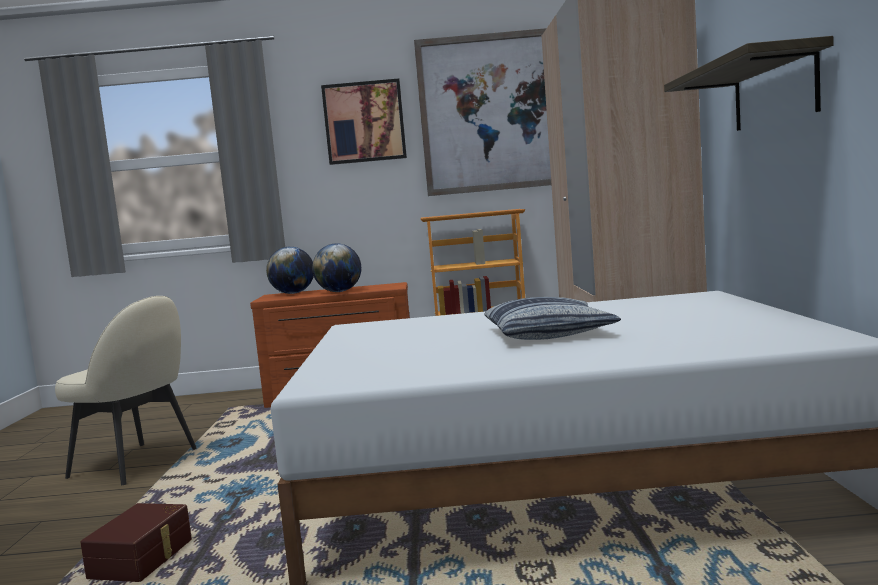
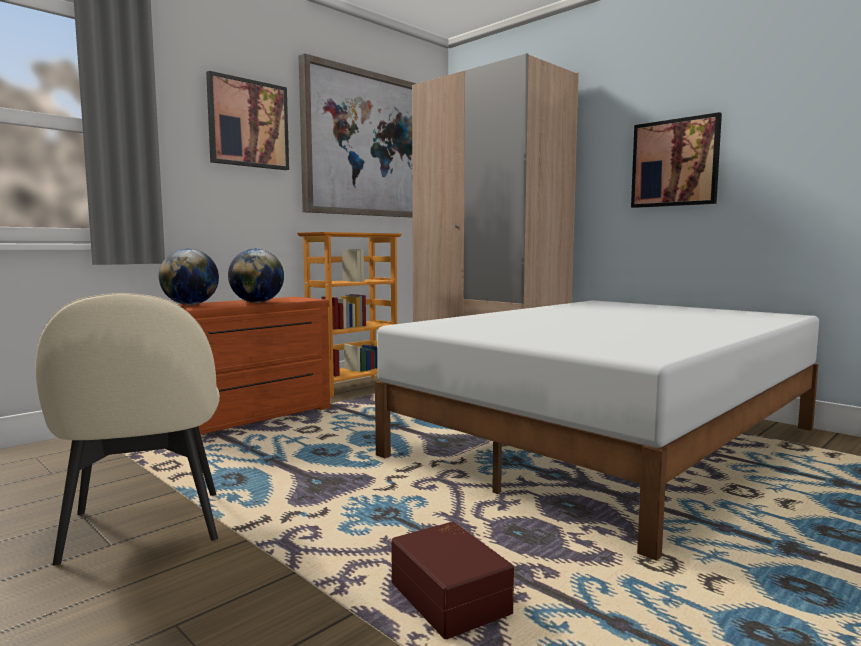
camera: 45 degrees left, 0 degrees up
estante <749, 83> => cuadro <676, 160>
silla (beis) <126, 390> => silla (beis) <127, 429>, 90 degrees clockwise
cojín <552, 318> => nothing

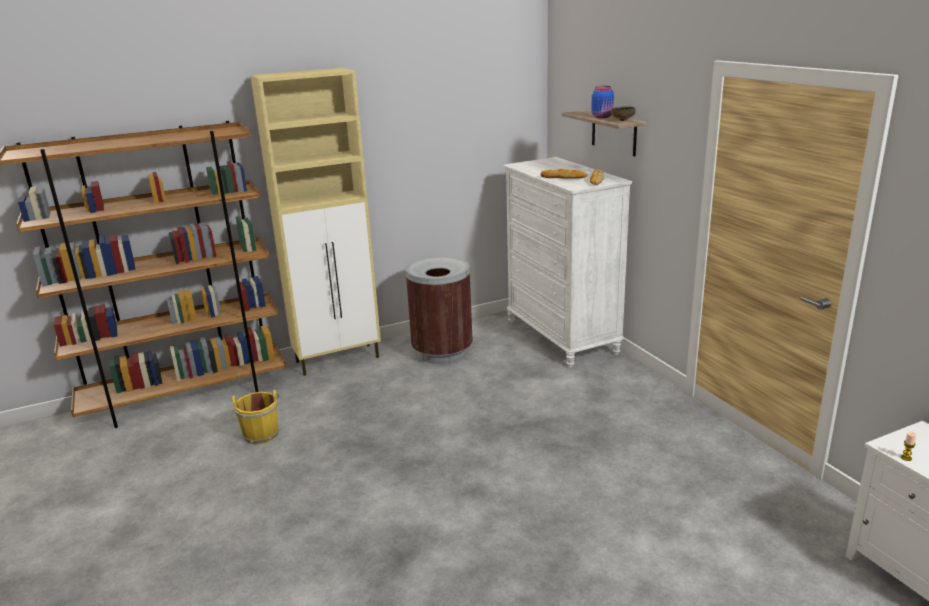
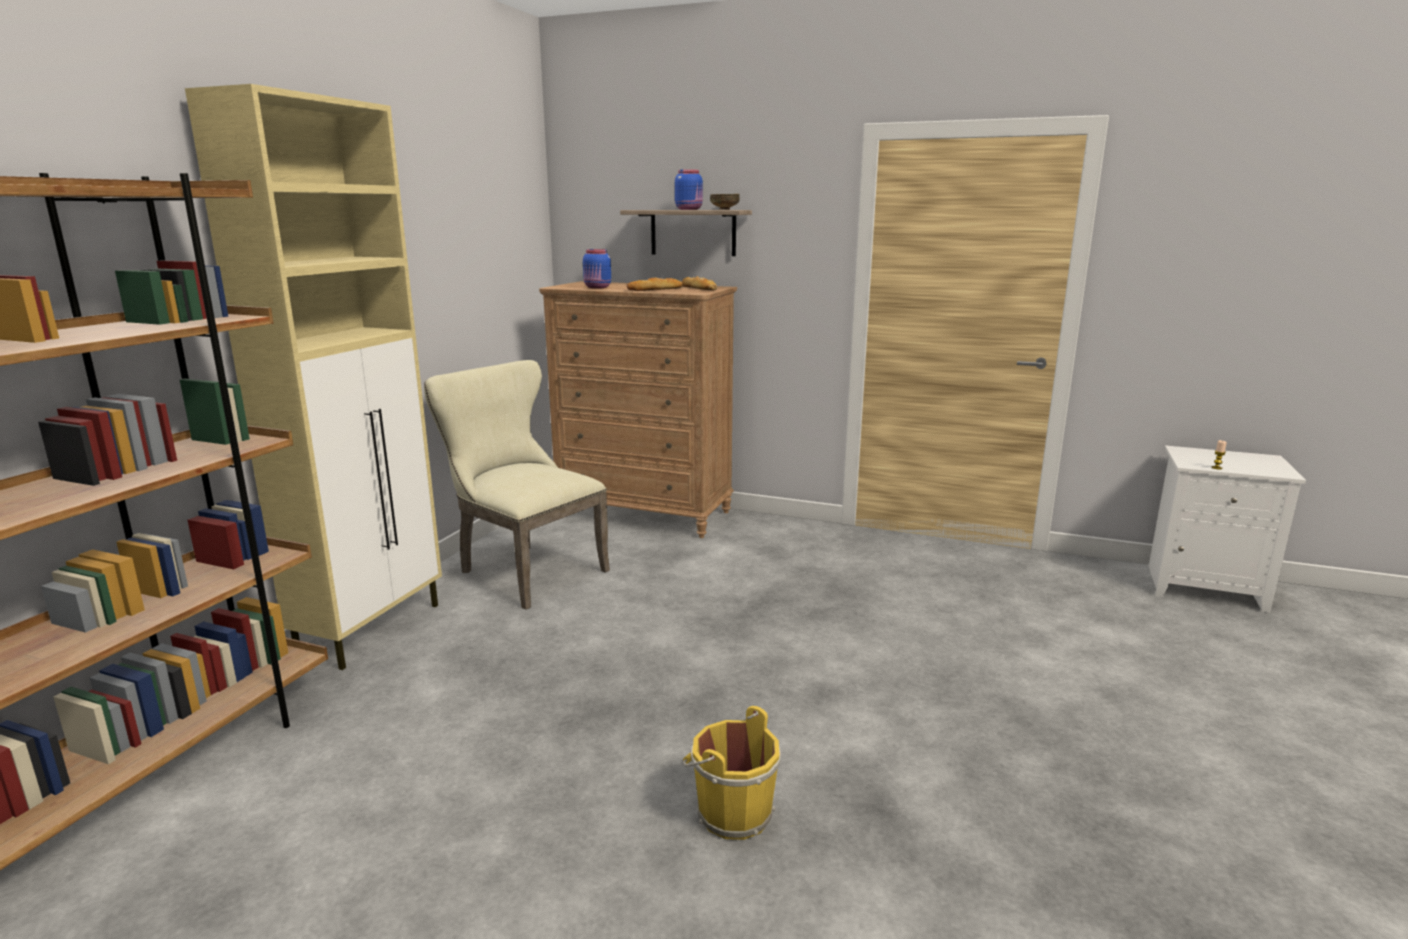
camera: 45 degrees left, 5 degrees down
cómoda (blanco) <567, 262> => cómoda (marrón) <638, 409>
papelera (marrón) <439, 310> => silla (beis) <517, 485>
cubo (amarillo) <255, 417> => cubo (amarillo) <732, 773>, moved
nothing => tarro (azul) <597, 268>

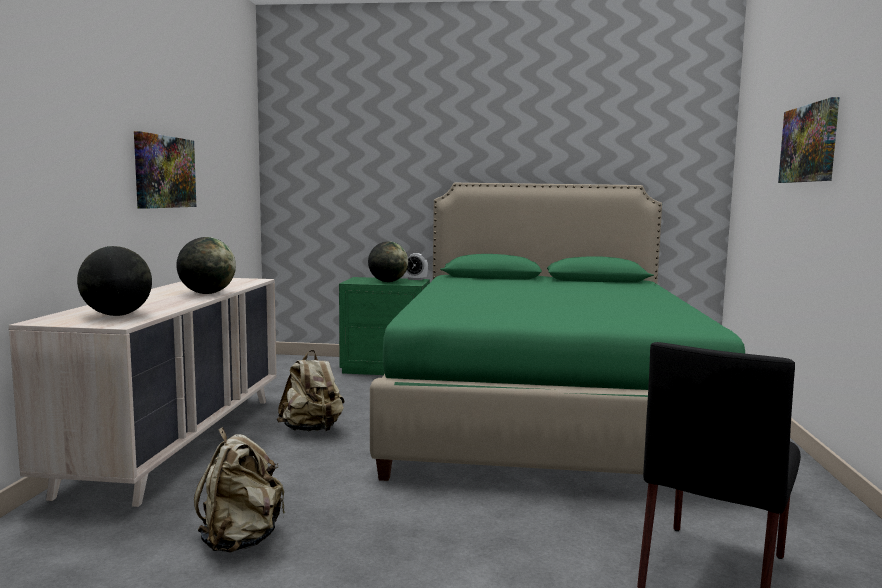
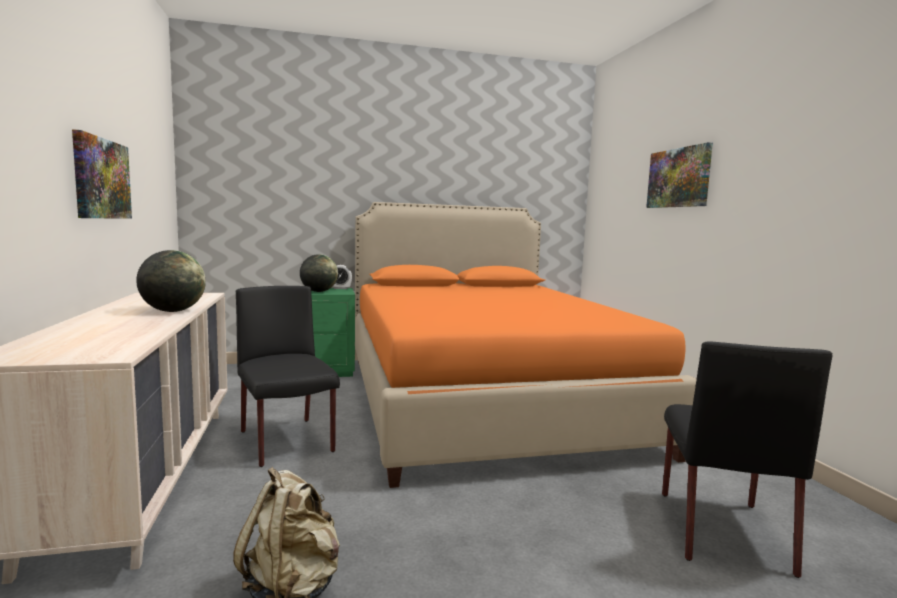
camera: 20 degrees left, 0 degrees up
cama (verde) <557, 332> => cama (naranja) <526, 345>
globo terráqueo <114, 281> => nothing
mochila (beis) <311, 390> => silla (negro) <288, 376>

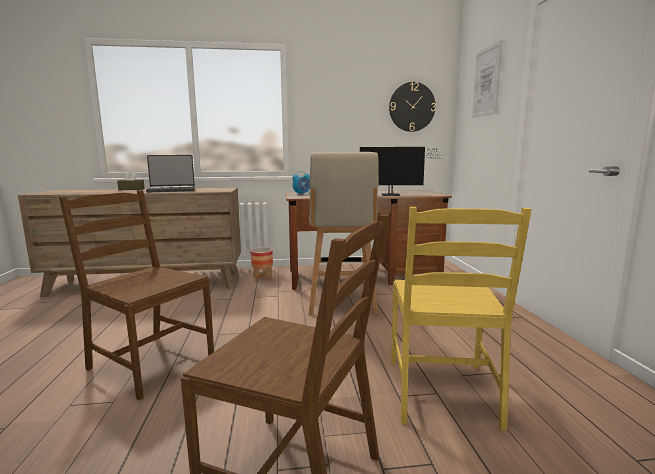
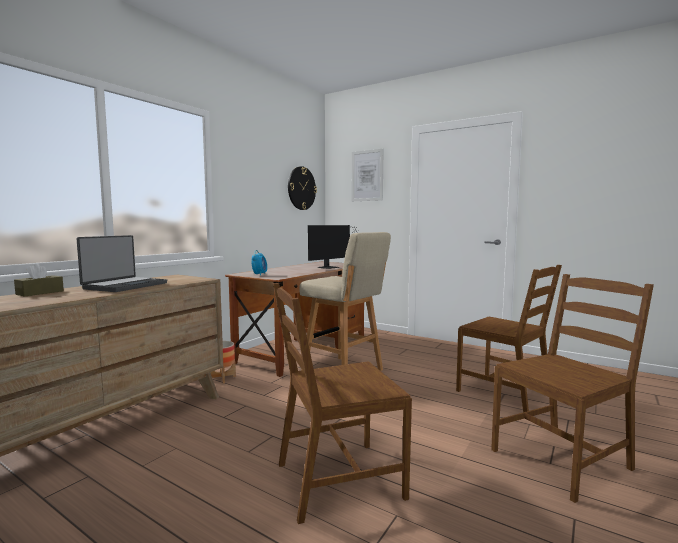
camera: 50 degrees left, 5 degrees down
silla (amarillo) <461, 319> => silla (marrón) <509, 338>

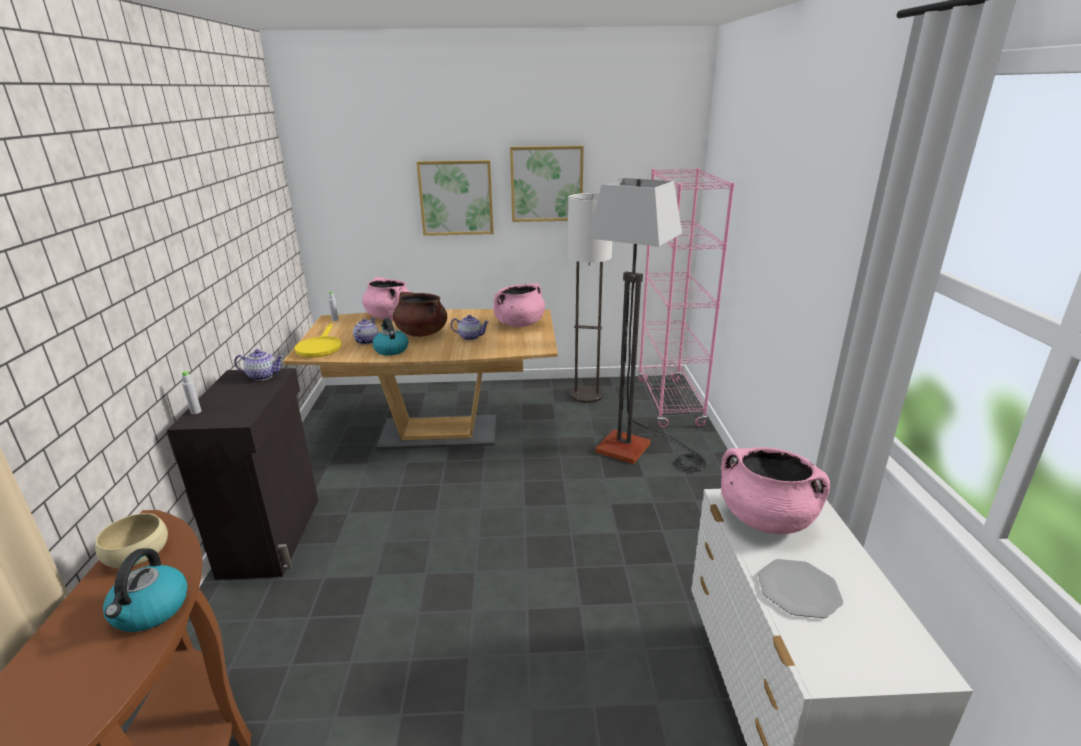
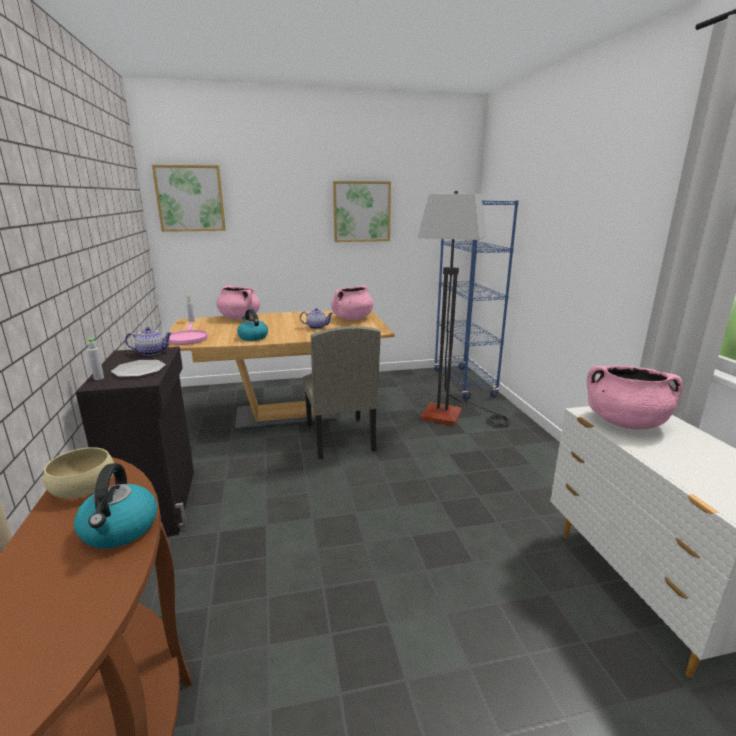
camera: 10 degrees left, 5 degrees down
cuadro <455, 198> => cuadro <189, 198>, moved
estantería (rosa) <686, 298> => estantería (azul) <476, 300>
lámpara de pie <590, 298> => nothing
olla (marrón) <420, 314> => nothing
tetera <365, 331> => nothing
sartén (amarillo) <318, 341> => sartén (rosa) <188, 333>
plato <800, 588> => plato <138, 368>, moved
nothing => silla (beis) <341, 392>

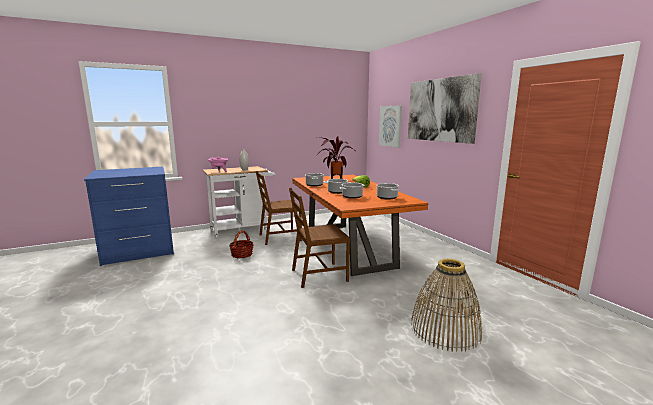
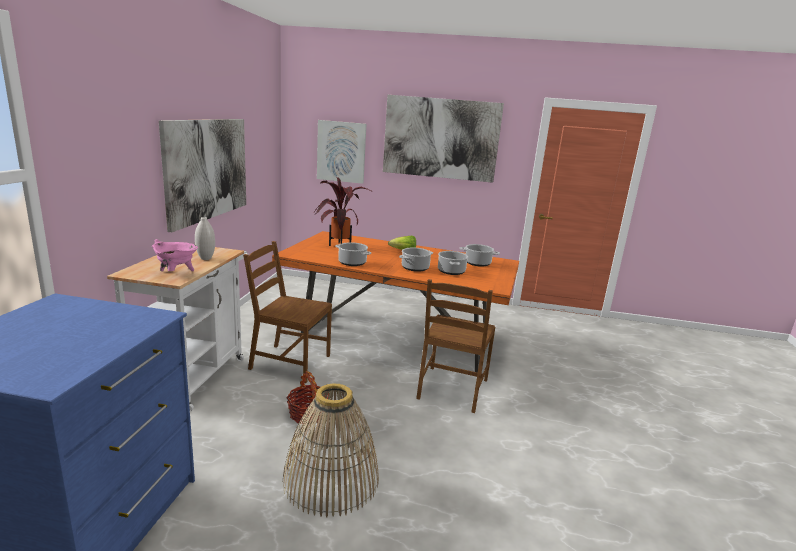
camera: 55 degrees left, 5 degrees up
silla (marrón) <279, 208> => silla (marrón) <287, 312>, 90 degrees clockwise
cesta <446, 305> => cesta <331, 450>, moved
nothing => cuadro <202, 176>

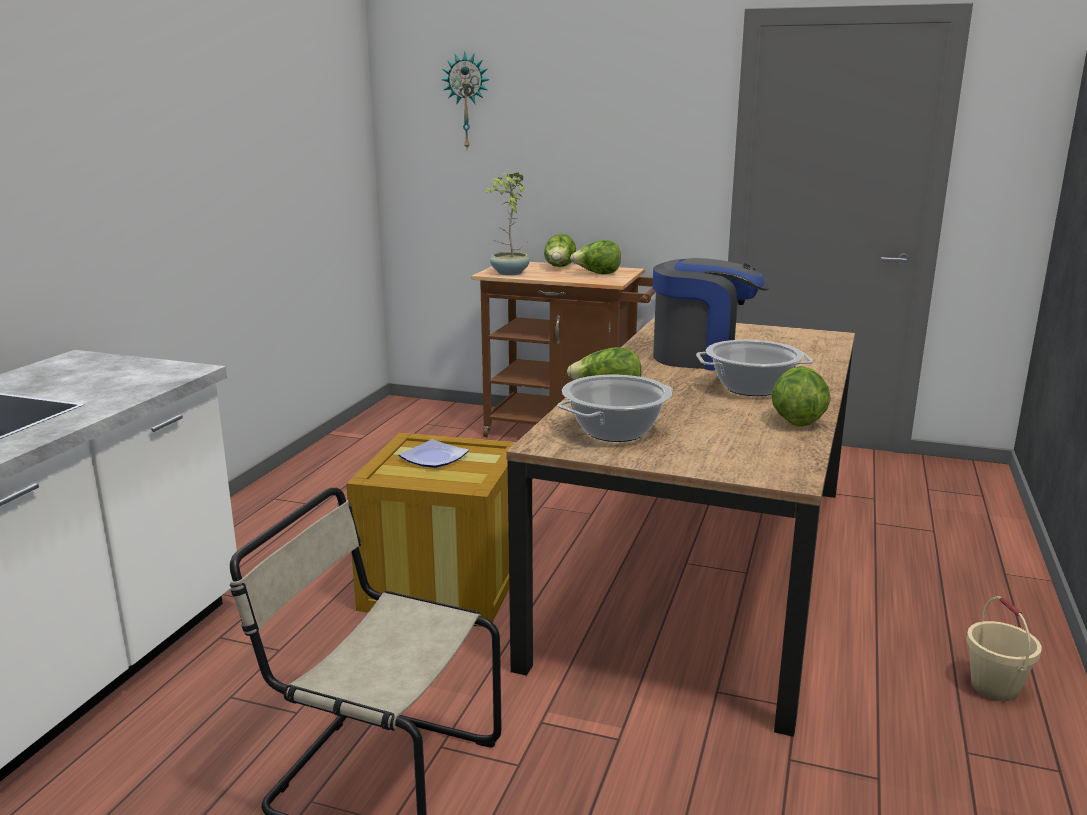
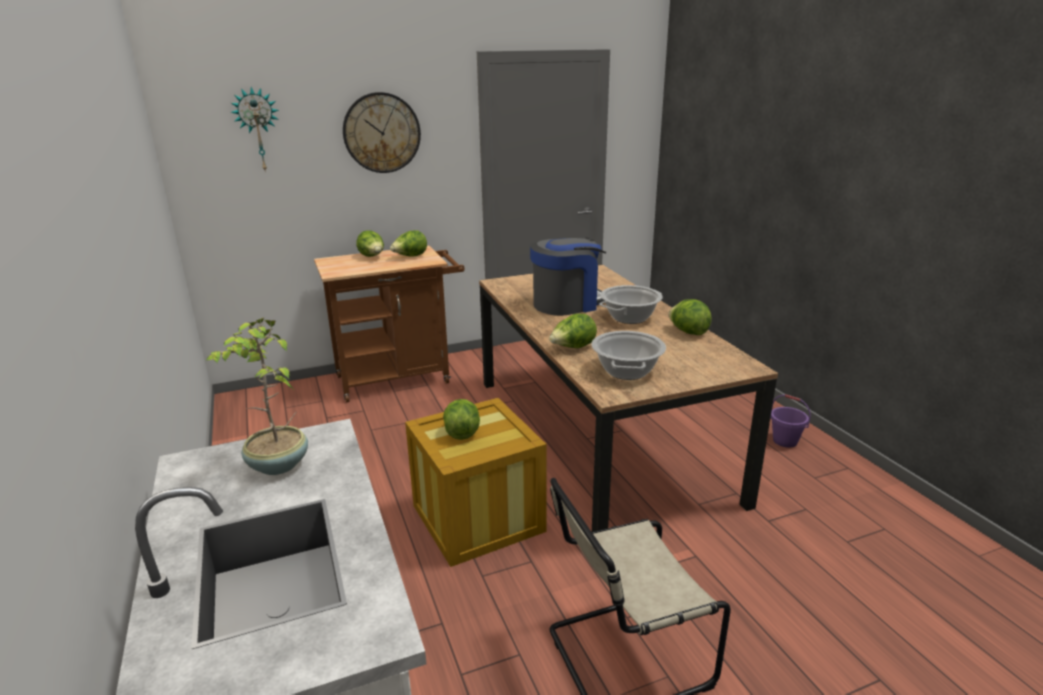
camera: 40 degrees left, 5 degrees up
planta en maceta <506, 224> => planta en maceta <256, 396>, moved
plato <433, 453> => lechuga <461, 419>
cubo (beis) <1004, 648> => cubo (morado) <791, 421>
nothing => reloj de pared <382, 132>

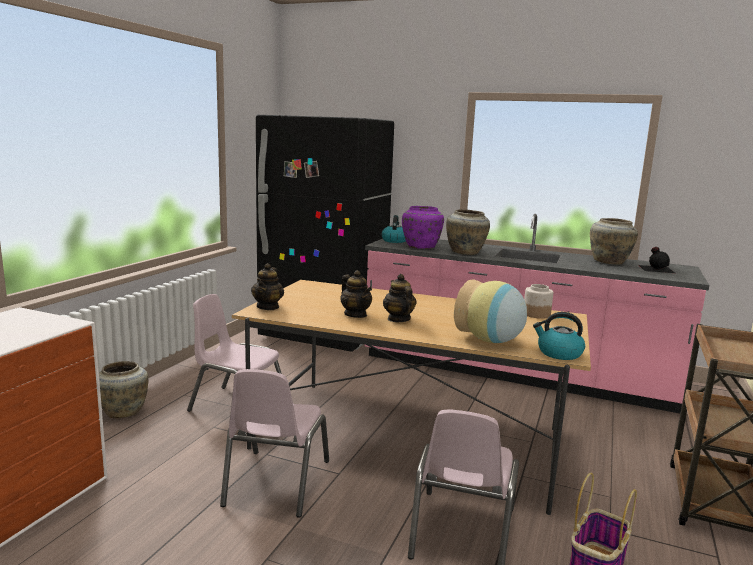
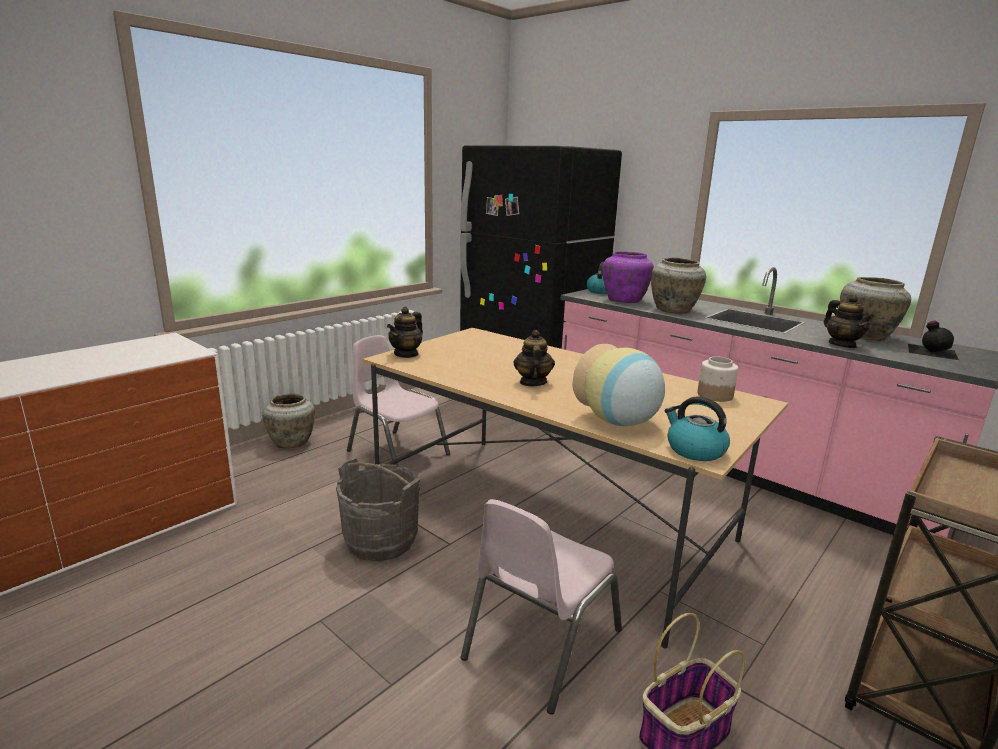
camera: 20 degrees right, 5 degrees up
tetera <356, 294> => tetera <849, 321>, moved
silla (rosa) <274, 443> => cubo (gris) <378, 509>

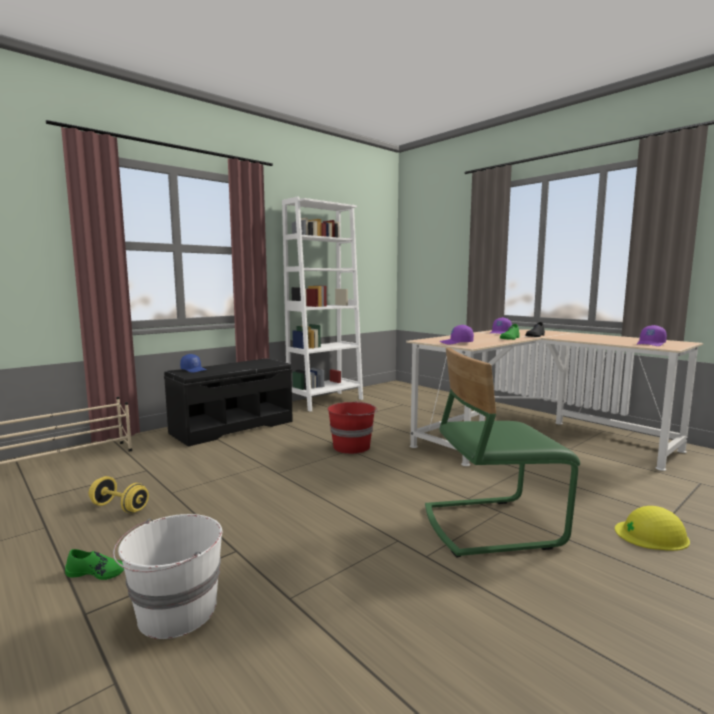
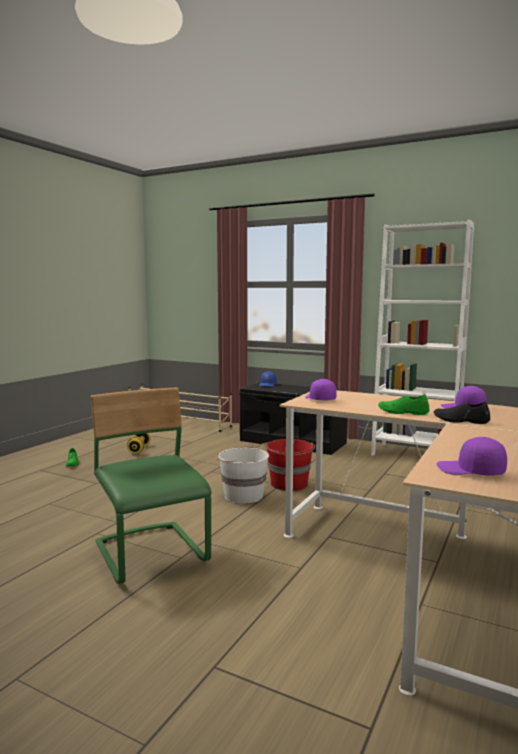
camera: 70 degrees right, 0 degrees up
casco (amarillo) <652, 528> => nothing
cubo (blanco) <167, 576> => cubo (blanco) <242, 475>, moved

